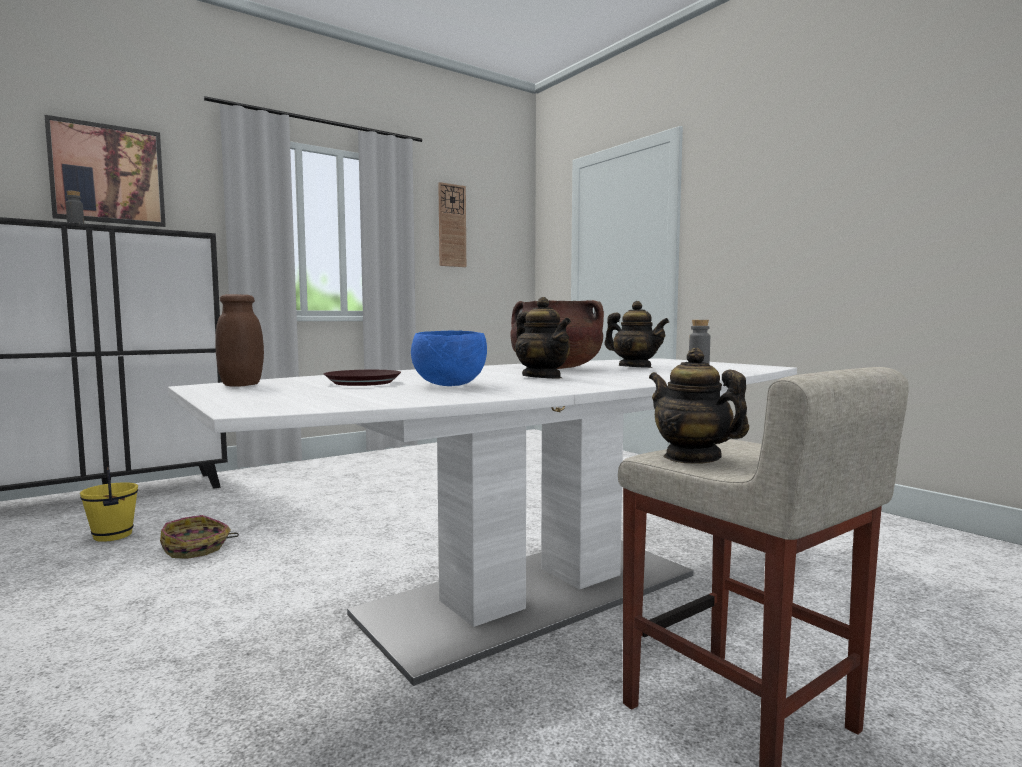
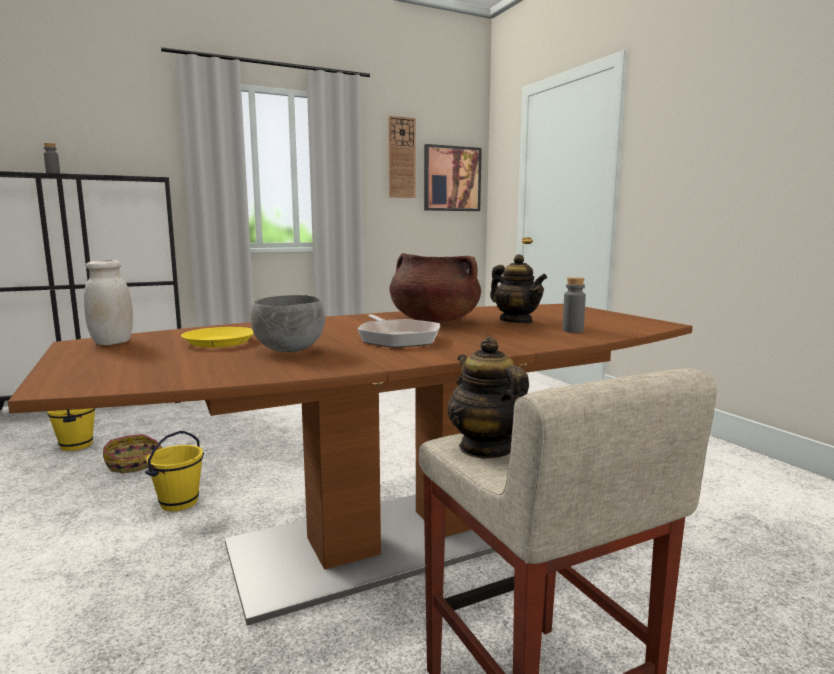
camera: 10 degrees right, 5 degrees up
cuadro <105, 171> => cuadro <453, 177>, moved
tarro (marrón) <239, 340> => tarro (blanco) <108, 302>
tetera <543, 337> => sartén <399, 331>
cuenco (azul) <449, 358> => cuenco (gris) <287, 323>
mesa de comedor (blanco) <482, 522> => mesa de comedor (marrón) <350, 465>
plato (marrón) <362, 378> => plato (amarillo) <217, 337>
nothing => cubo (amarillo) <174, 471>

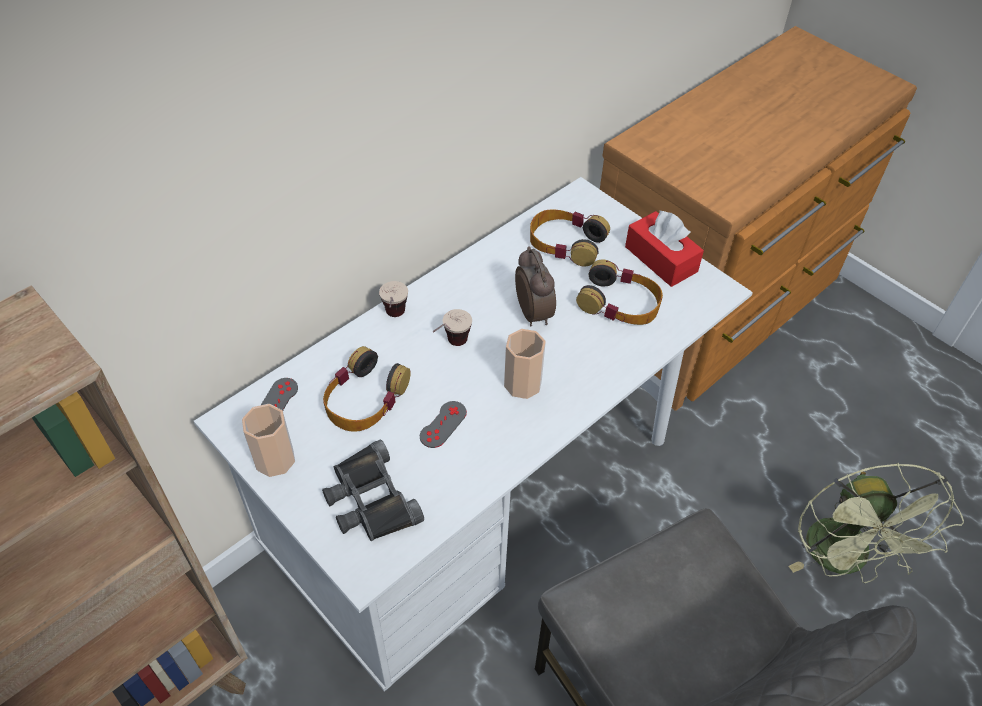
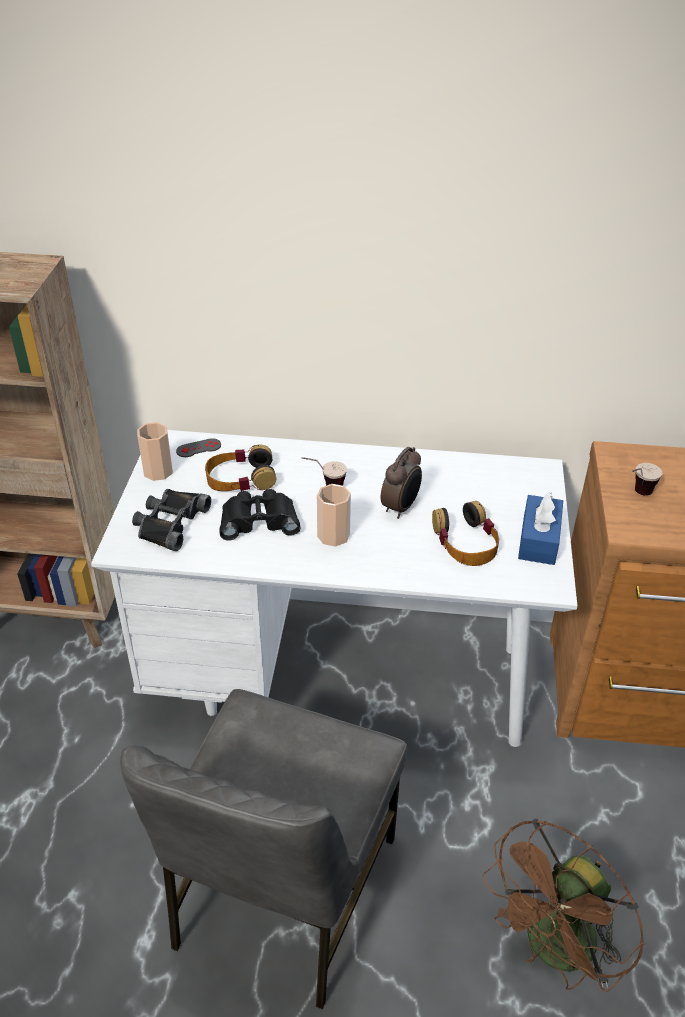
camera: 50 degrees right, 10 degrees down
auriculares <570, 238> => nothing
caja de pañuelos (rojo) <664, 248> => caja de pañuelos (azul) <540, 528>
taza <393, 299> => taza <647, 479>, moved
mando de consola (gris) <443, 424> => prismáticos (negro) <260, 515>
ventilador (verde) <876, 523> => ventilador (marrón) <563, 905>

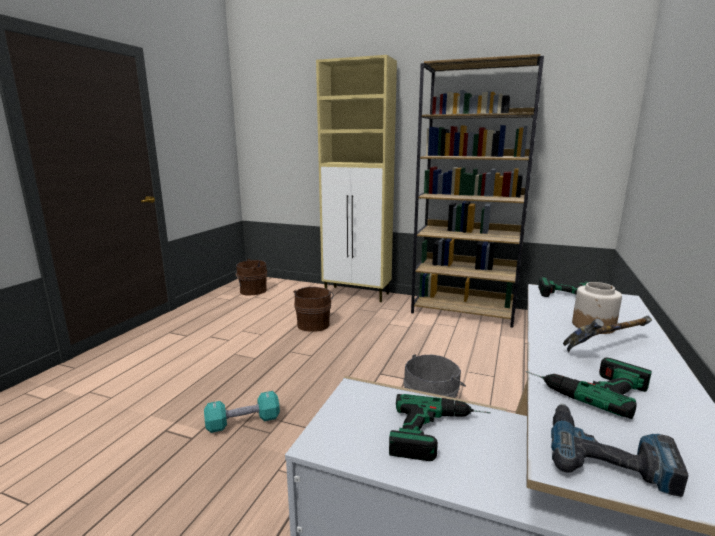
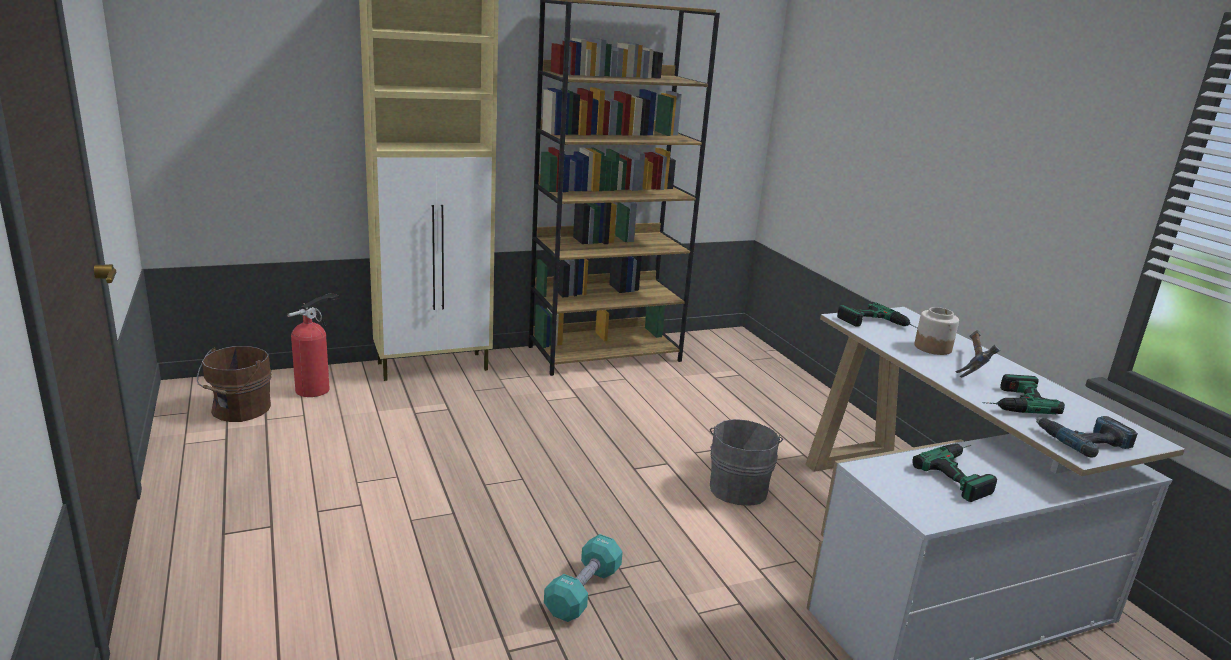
camera: 45 degrees left, 5 degrees up
cubo (marrón) <314, 309> => nothing
nothing => extintor <313, 345>

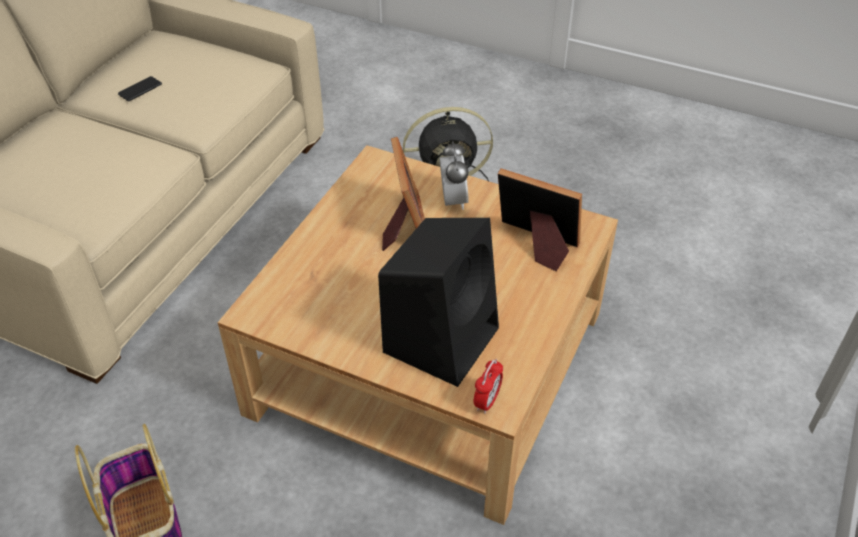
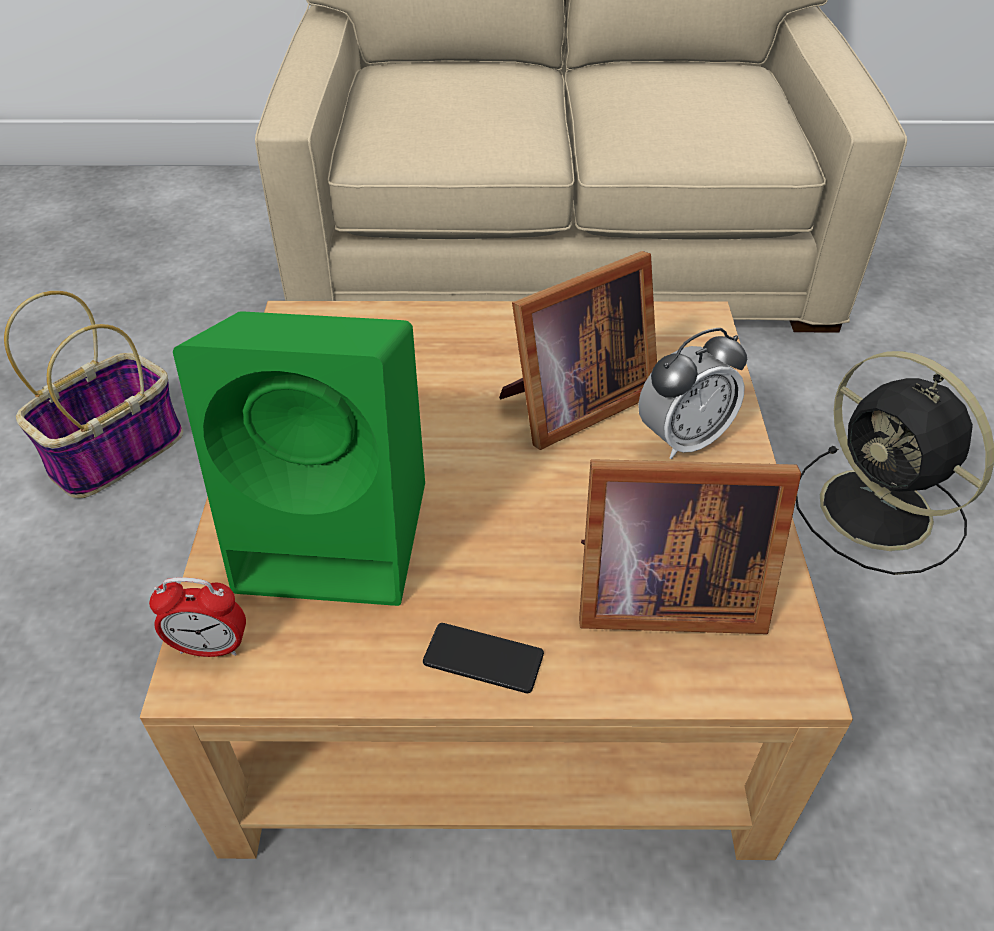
camera: 65 degrees right, 0 degrees up
móvil <140, 88> => móvil <483, 658>, moved
portarretratos <540, 219> => portarretratos <690, 546>, 90 degrees clockwise
altavoz (negro) <438, 302> => altavoz (verde) <299, 458>

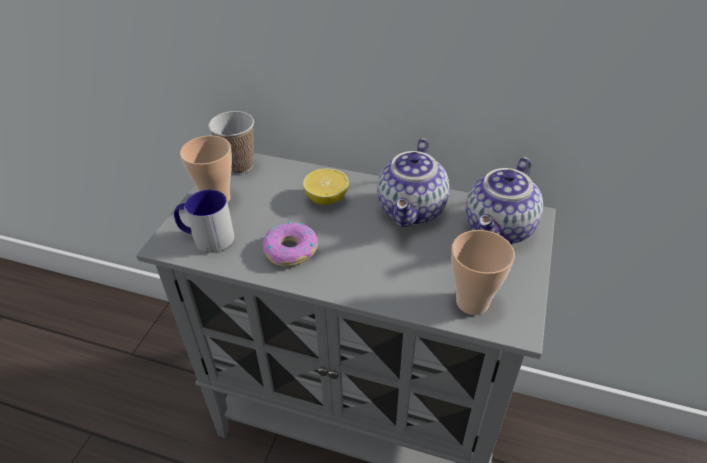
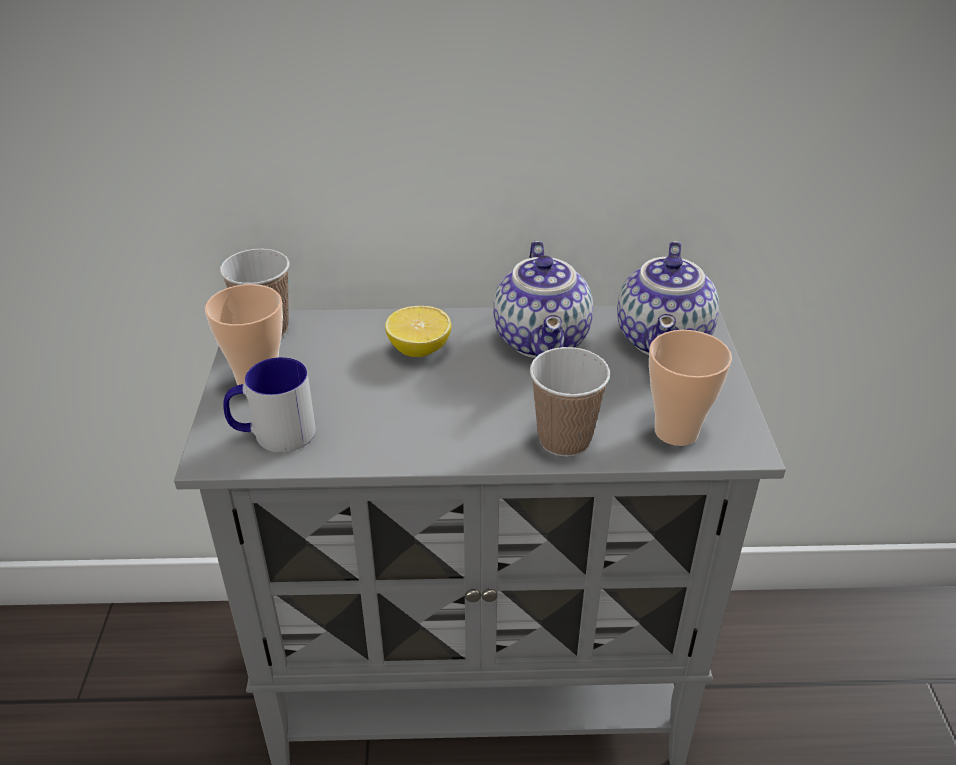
camera: 20 degrees left, 5 degrees down
rosquilla <290, 244> => nothing
nothing => taza <570, 402>

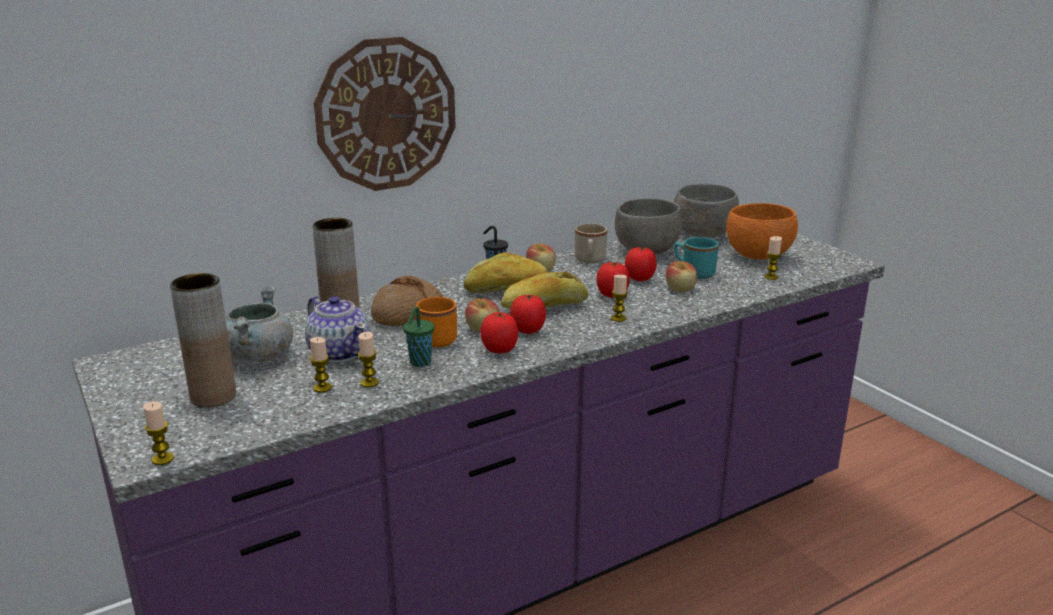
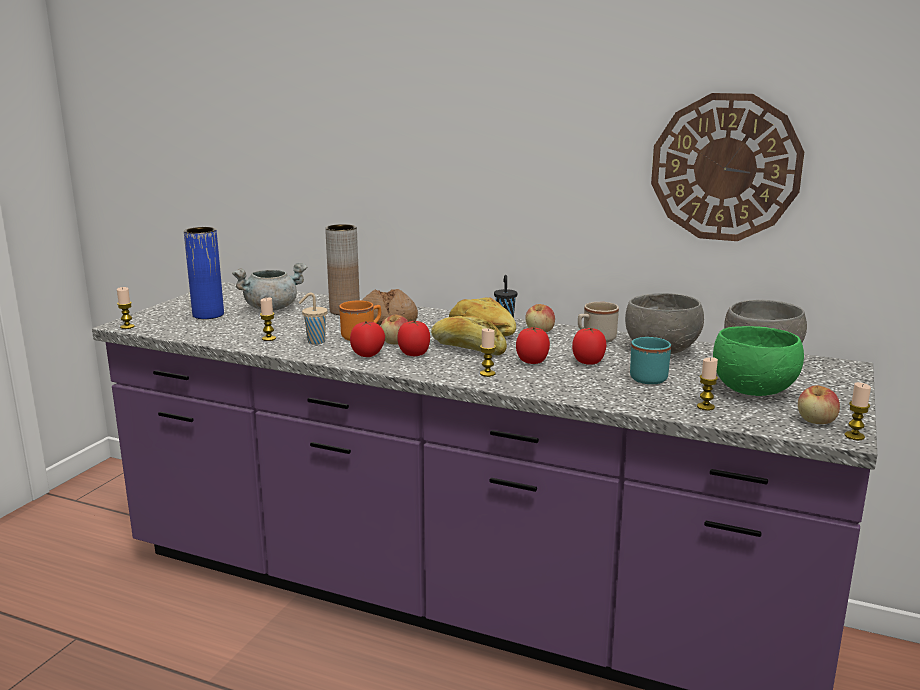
camera: 55 degrees right, 5 degrees down
reloj de pared <385, 114> => reloj de pared <727, 167>, moved
cuenco (naranja) <762, 231> => cuenco (verde) <758, 361>
manzana <681, 276> => manzana <819, 404>, moved
florero (marrón) <203, 340> => florero (azul) <204, 273>
tetera <337, 329> => nothing
taza (verde) <418, 336> => taza (beis) <313, 318>
vela <321, 365> => vela <857, 411>, moved

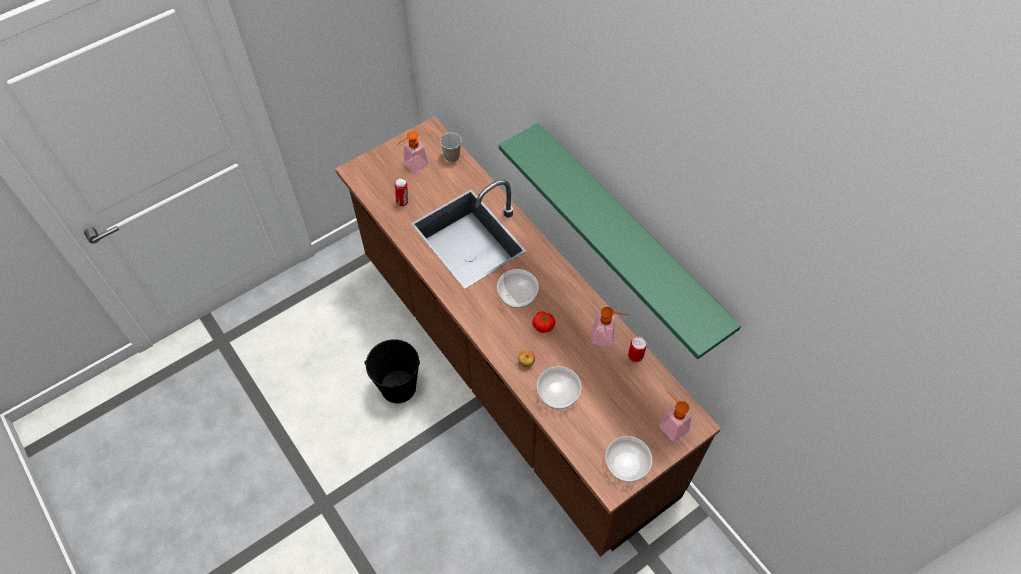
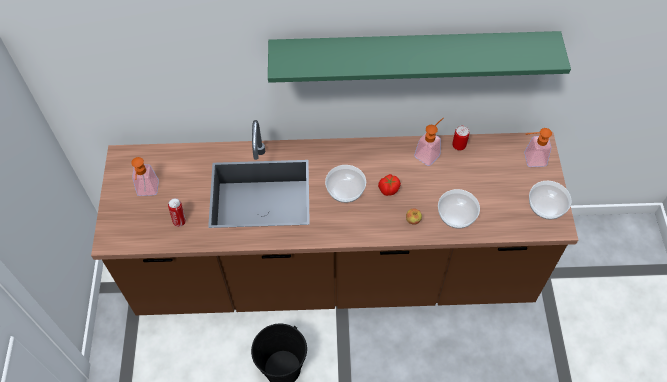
camera: 55 degrees left, 0 degrees up
taza <451, 147> => nothing

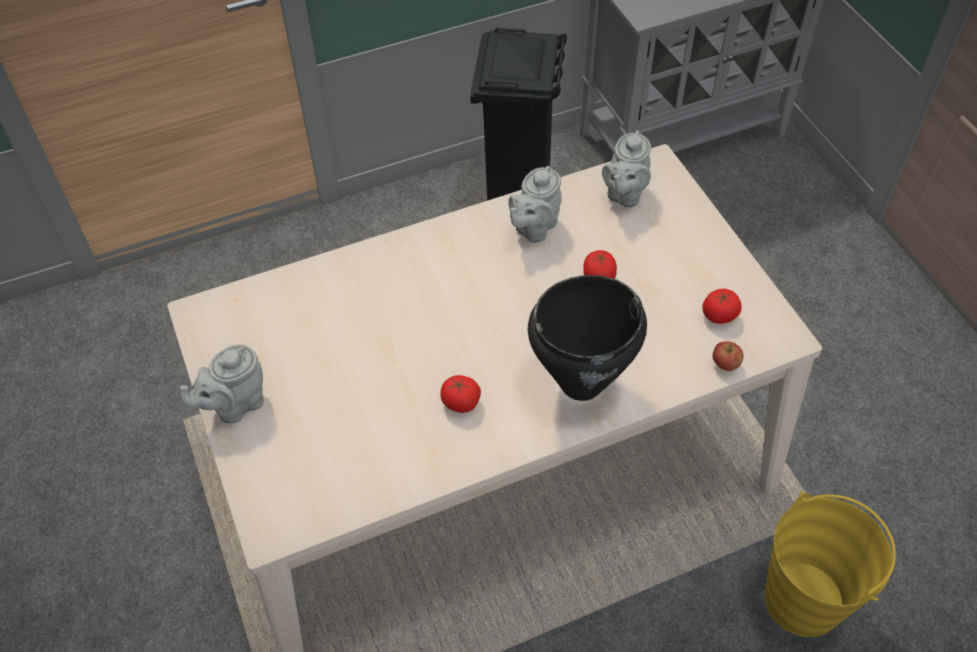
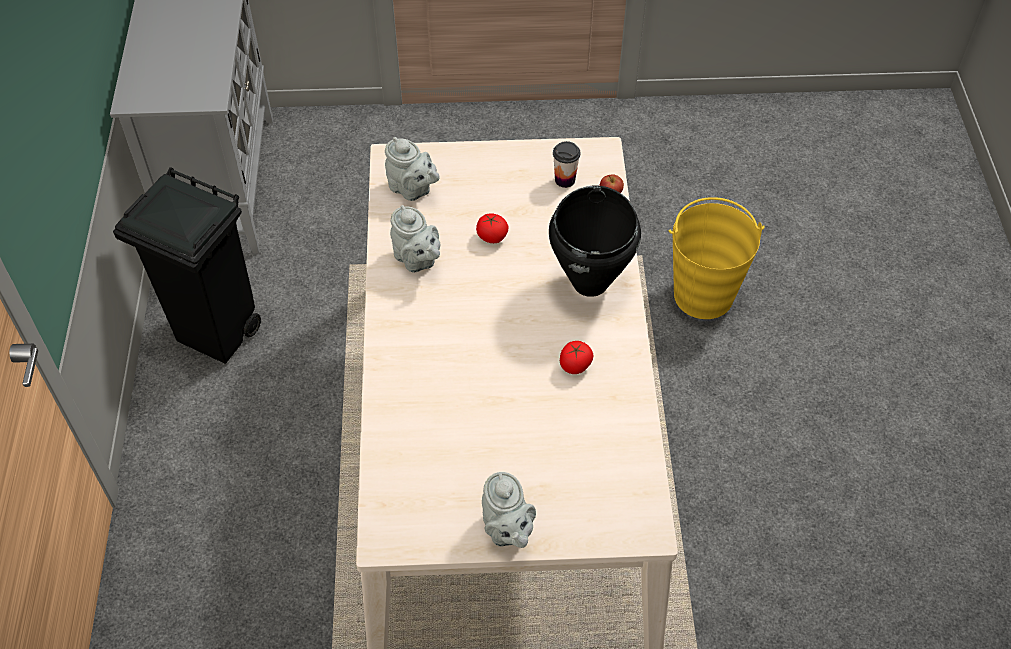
camera: 70 degrees left, 0 degrees up
tomate <722, 306> => taza <566, 164>

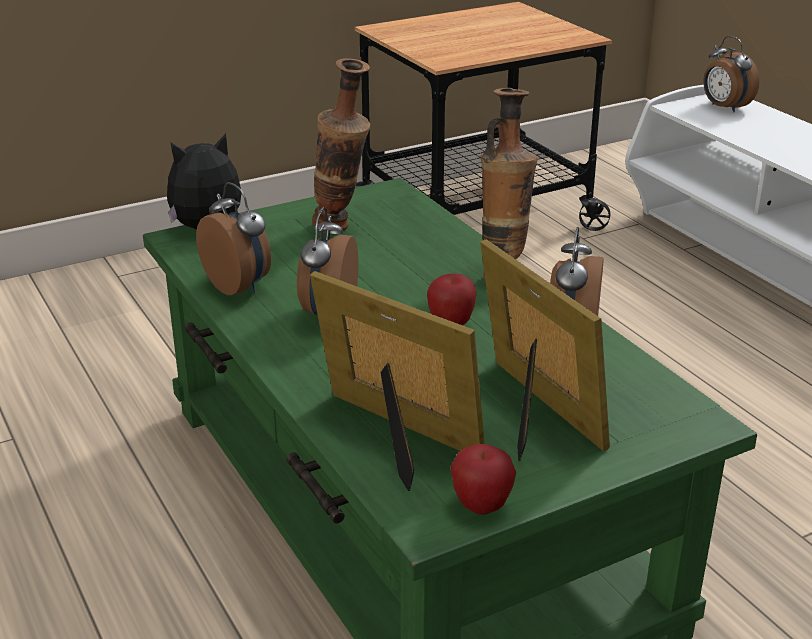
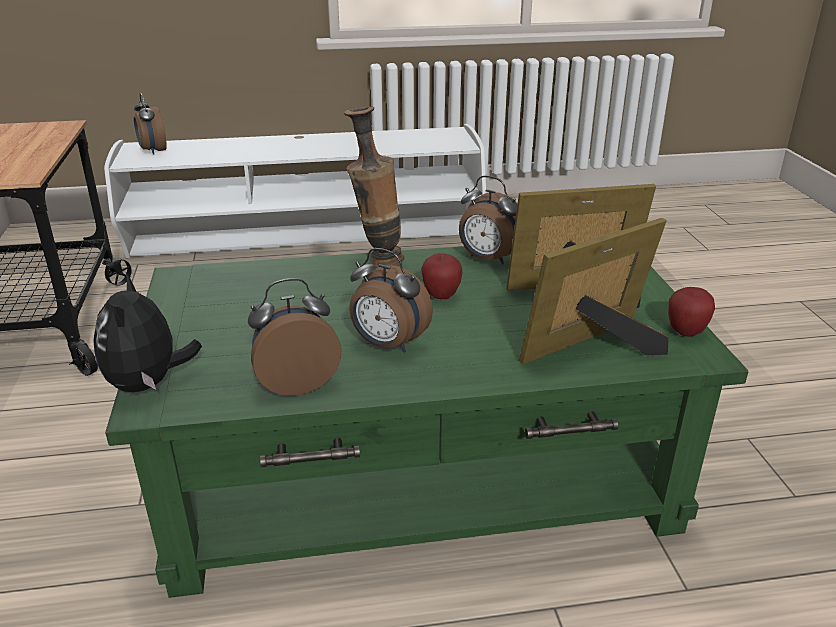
camera: 70 degrees left, 0 degrees up
despertador <731, 74> => despertador <150, 124>, 75 degrees clockwise
florero <341, 144> => nothing

